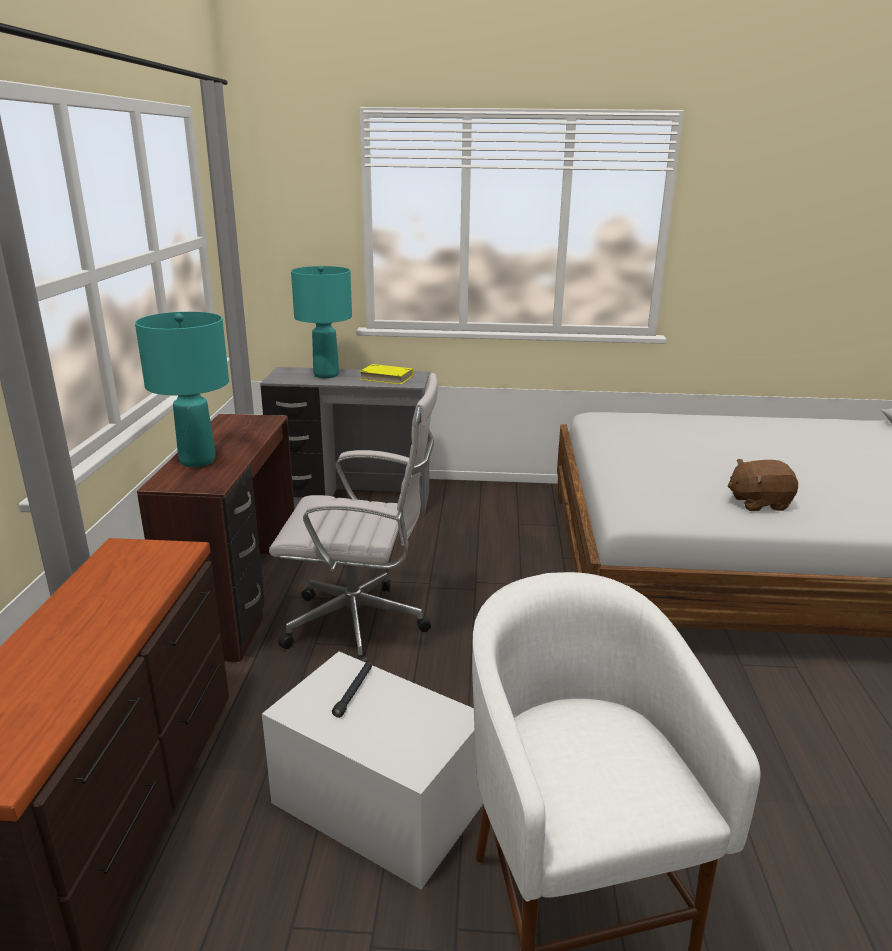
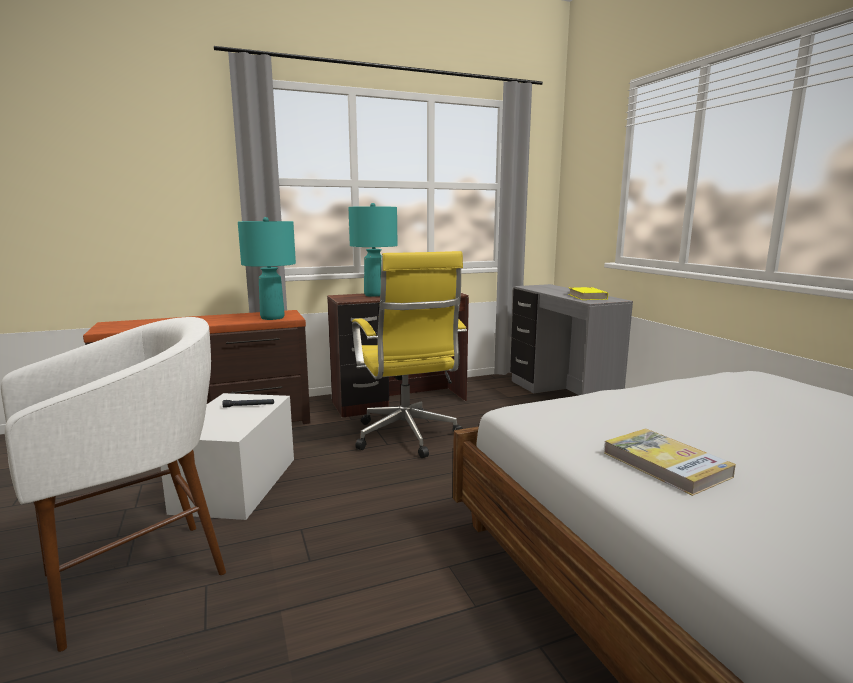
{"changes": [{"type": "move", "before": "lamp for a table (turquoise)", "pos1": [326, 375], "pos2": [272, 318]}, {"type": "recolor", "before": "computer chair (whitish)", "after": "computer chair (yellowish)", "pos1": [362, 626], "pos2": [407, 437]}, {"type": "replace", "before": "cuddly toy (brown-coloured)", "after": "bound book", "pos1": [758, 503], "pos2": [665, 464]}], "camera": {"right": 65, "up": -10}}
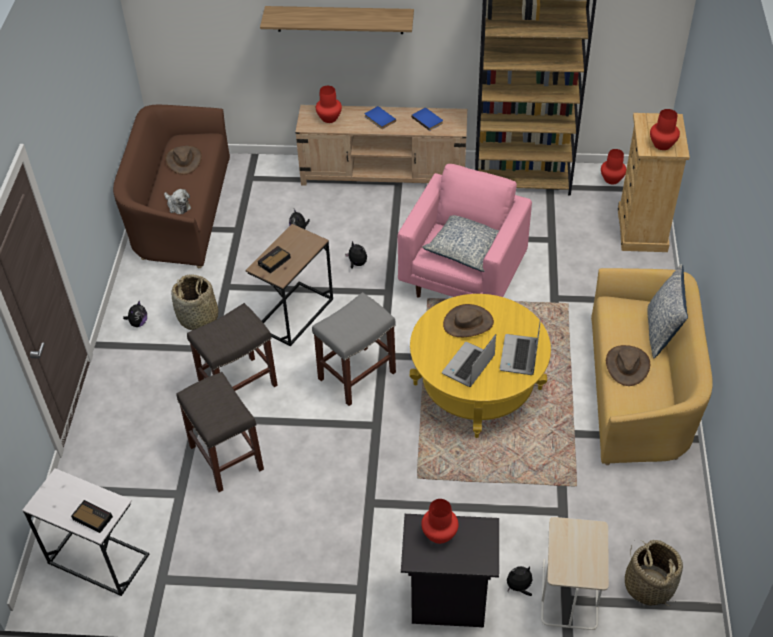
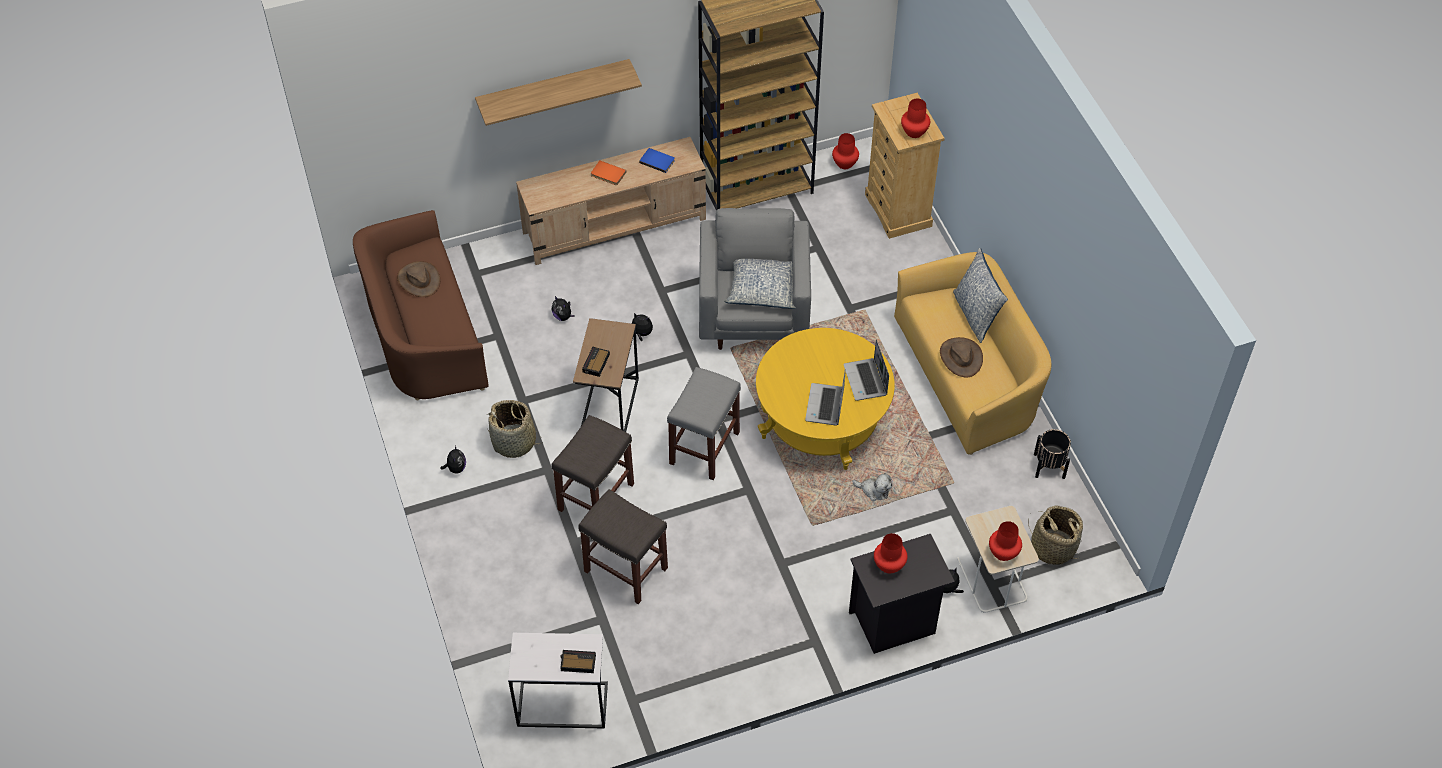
{"changes": [{"type": "move", "before": "flower vase (red-coloured)", "pos1": [329, 118], "pos2": [1004, 553]}, {"type": "recolor", "before": "bound book (bluish)", "after": "bound book (orangey)", "pos1": [379, 119], "pos2": [607, 174]}, {"type": "recolor", "before": "armchair (pink-coloured)", "after": "armchair (gray)", "pos1": [463, 279], "pos2": [754, 316]}, {"type": "move", "before": "cuddly toy", "pos1": [178, 206], "pos2": [874, 491]}, {"type": "delete", "before": "clothing hat (brown-coloured)", "pos1": [468, 323]}, {"type": "insert", "after": "plant pot (black)", "pos2": [1049, 465]}], "camera": {"right": -25, "up": 5}}
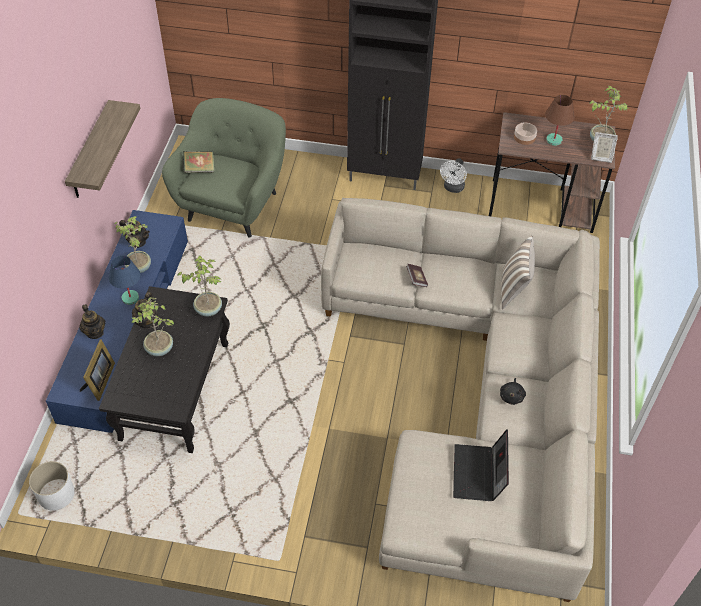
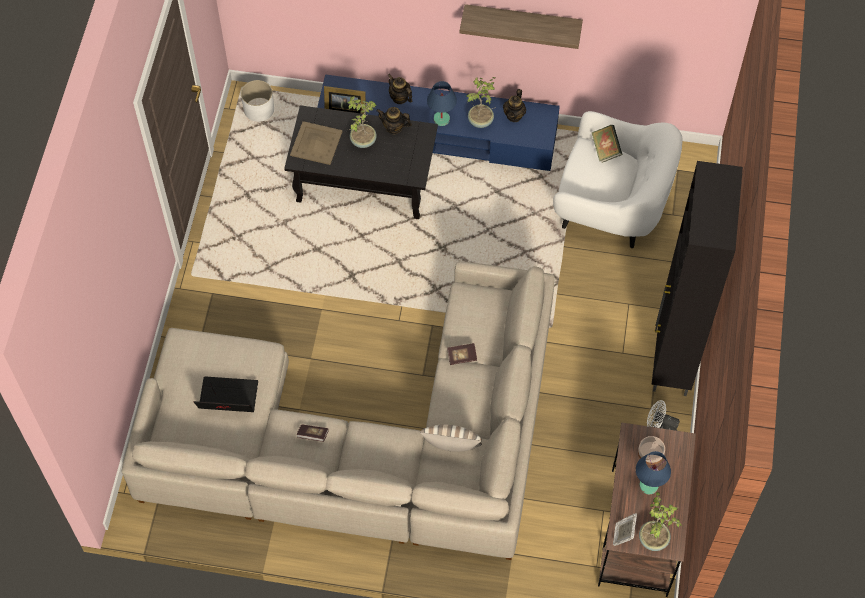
{"changes": [{"type": "recolor", "before": "lamp for a table (brown-coloured)", "after": "lamp for a table (bluish)", "pos1": [553, 140], "pos2": [648, 485]}, {"type": "recolor", "before": "armchair (greenish)", "after": "armchair (whitish)", "pos1": [234, 204], "pos2": [611, 209]}, {"type": "delete", "before": "potted plant", "pos1": [208, 309]}, {"type": "rotate", "before": "teapot", "pos1": [95, 332], "pos2": [400, 98], "turn": 75}, {"type": "replace", "before": "cuddly toy (black)", "after": "bound book", "pos1": [512, 396], "pos2": [313, 435]}, {"type": "insert", "after": "serving tray (beige-coloured)", "pos2": [316, 143]}], "camera": {"right": 90, "up": 10}}
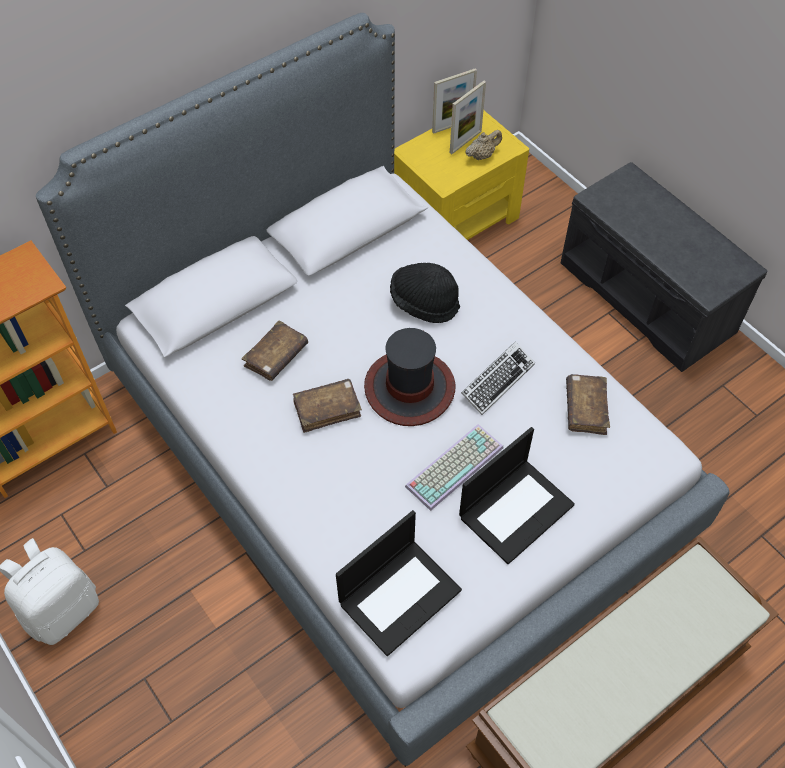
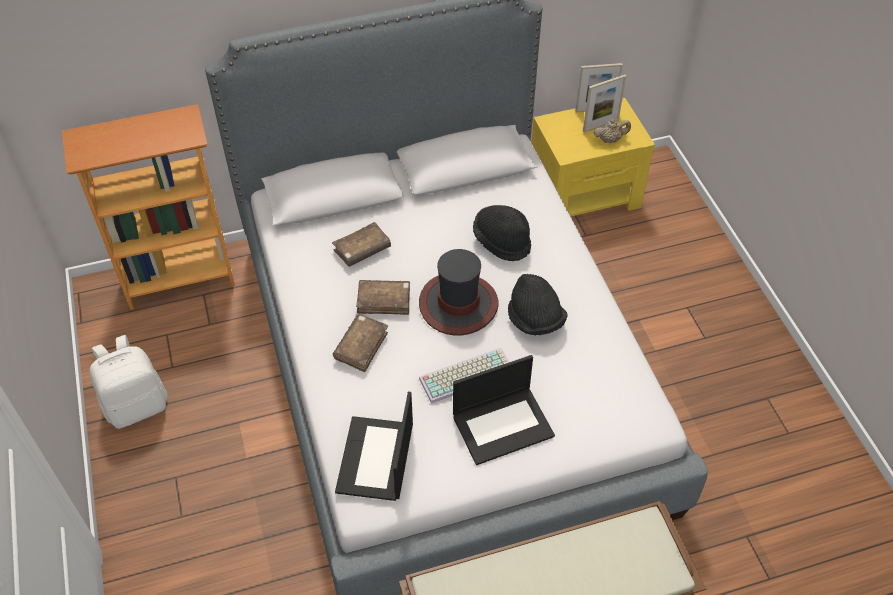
{"changes": [{"type": "delete", "before": "bench (gray)", "pos1": [649, 297]}, {"type": "replace", "before": "computer keyboard", "after": "clothing hat (black)", "pos1": [497, 381], "pos2": [535, 319]}, {"type": "move", "before": "bound book (brown-coloured)", "pos1": [585, 409], "pos2": [361, 347]}, {"type": "rotate", "before": "notebook computer", "pos1": [400, 595], "pos2": [376, 459], "turn": 120}], "camera": {"right": 20, "up": -5}}
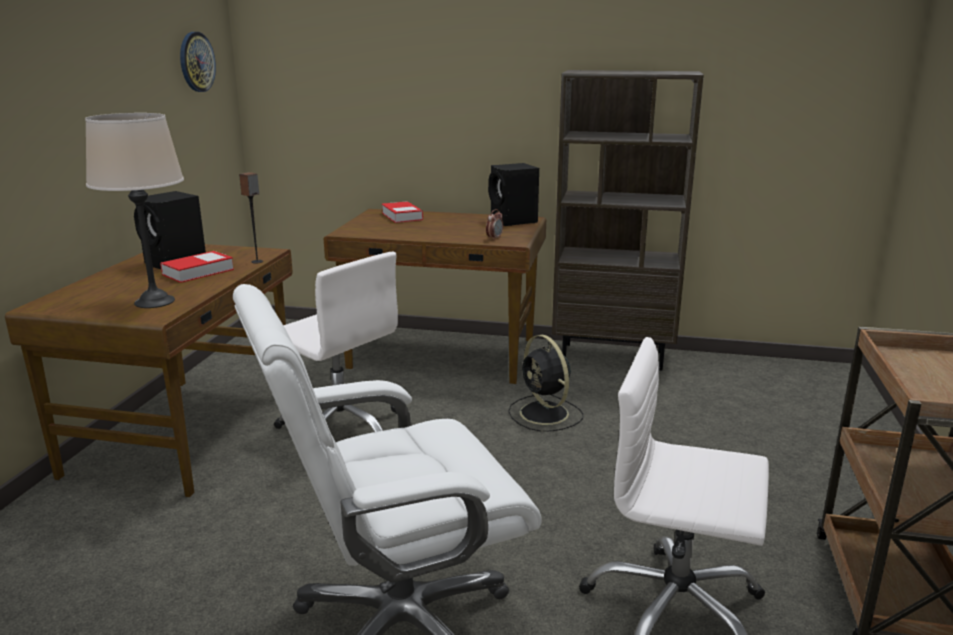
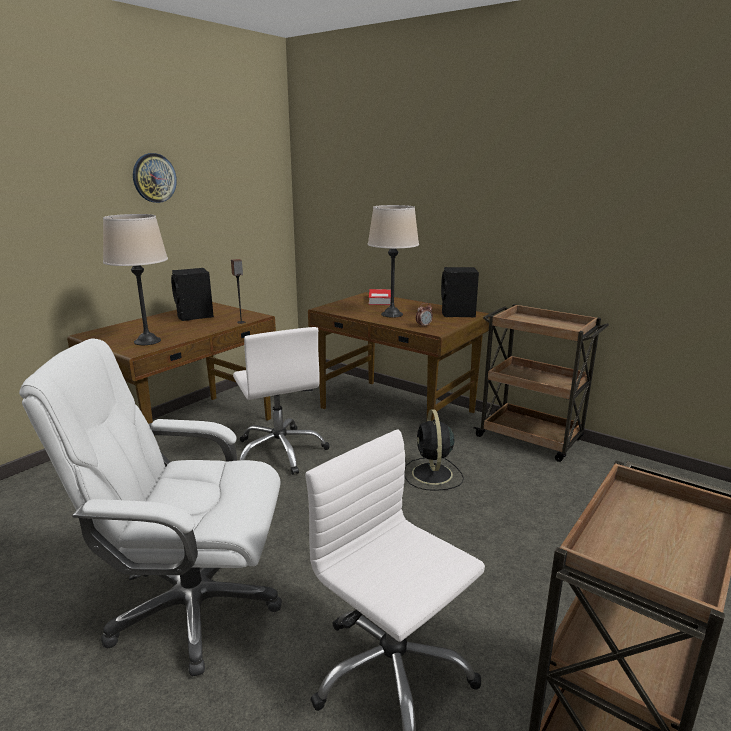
{"changes": [{"type": "move", "before": "wall clock", "pos1": [196, 62], "pos2": [154, 178]}, {"type": "replace", "before": "bookcase (brown-coloured)", "after": "trolley (brown-coloured)", "pos1": [613, 356], "pos2": [531, 438]}, {"type": "delete", "before": "bound book", "pos1": [198, 272]}, {"type": "insert", "after": "lamp for a table (beige-coloured)", "pos2": [391, 314]}], "camera": {"right": 25, "up": 0}}
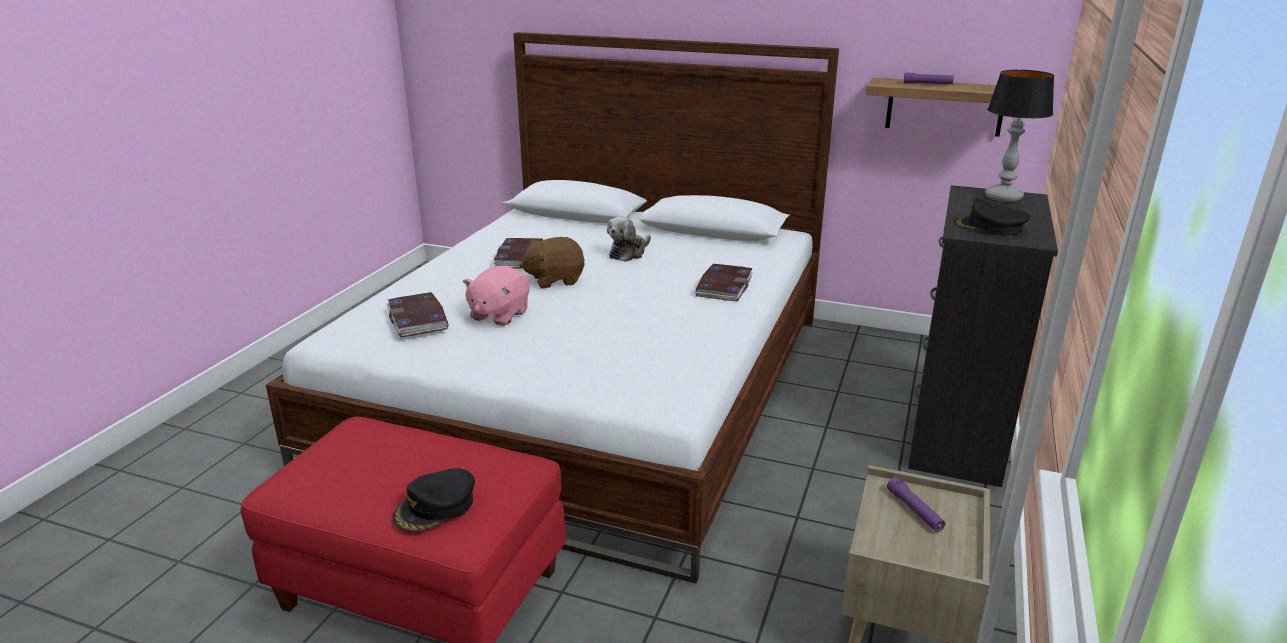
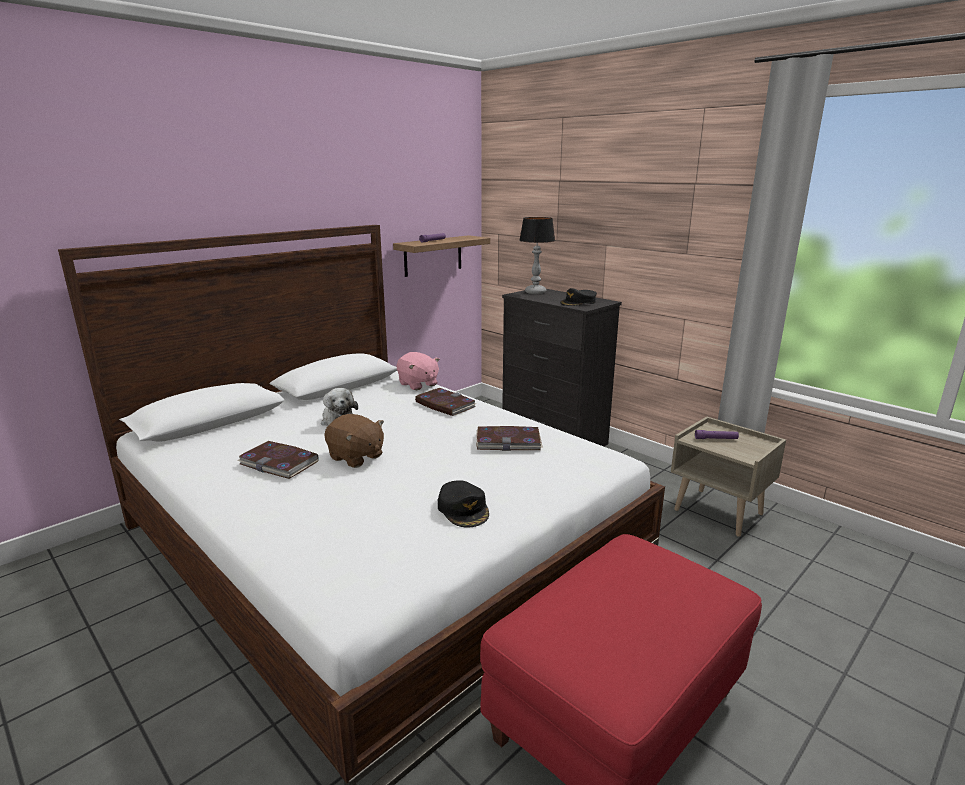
{"changes": [{"type": "rotate", "before": "cuddly toy (brown-coloured)", "pos1": [554, 280], "pos2": [356, 457], "turn": -60}, {"type": "move", "before": "cuddly toy (pink-coloured)", "pos1": [498, 315], "pos2": [418, 384]}, {"type": "move", "before": "bound book", "pos1": [418, 318], "pos2": [508, 441]}, {"type": "move", "before": "cap (black)", "pos1": [436, 507], "pos2": [463, 509]}], "camera": {"right": -65, "up": -5}}
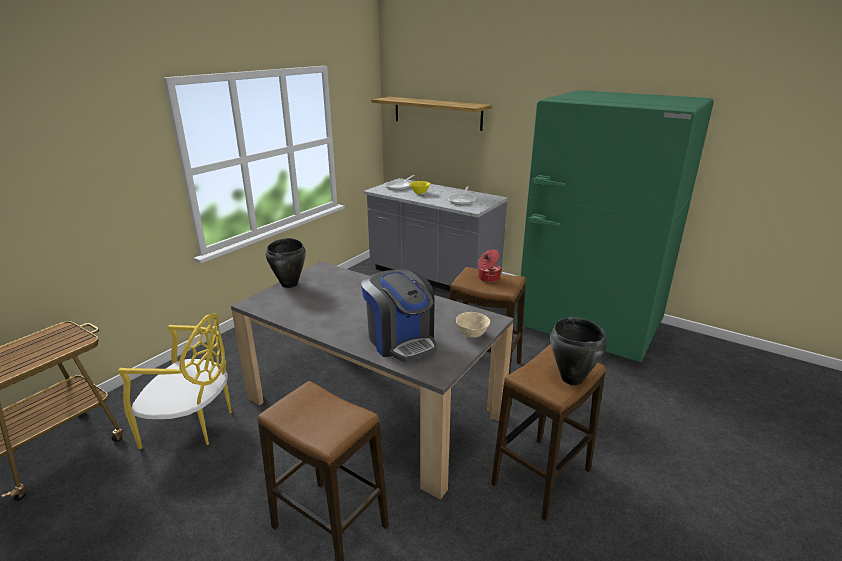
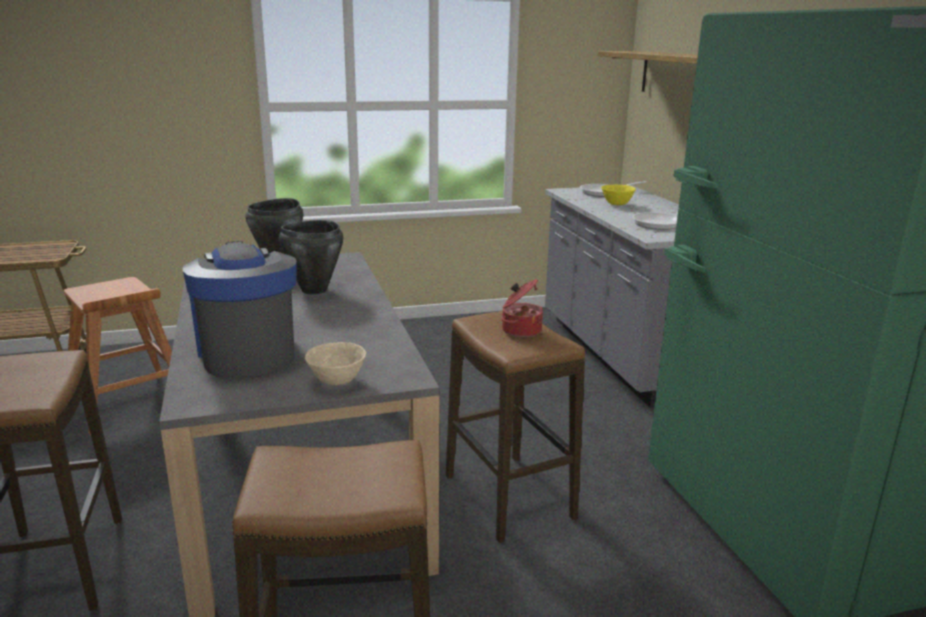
{"changes": [{"type": "rotate", "before": "coffee brewer", "pos1": [401, 340], "pos2": [247, 352], "turn": 150}, {"type": "replace", "before": "plain chair (yellowish)", "after": "stool seat (brown-coloured)", "pos1": [192, 425], "pos2": [128, 401]}, {"type": "move", "before": "cooking pot (black)", "pos1": [571, 379], "pos2": [313, 290]}], "camera": {"right": 40, "up": -5}}
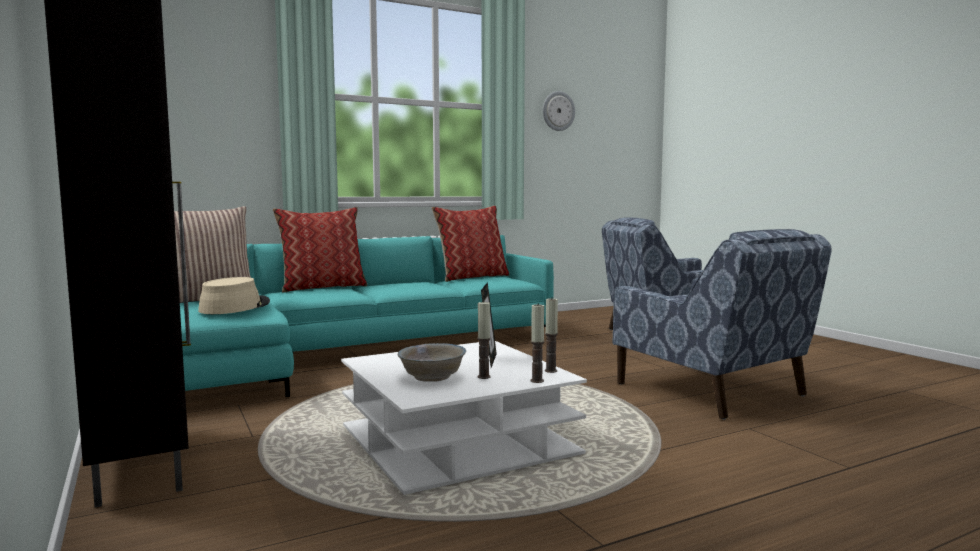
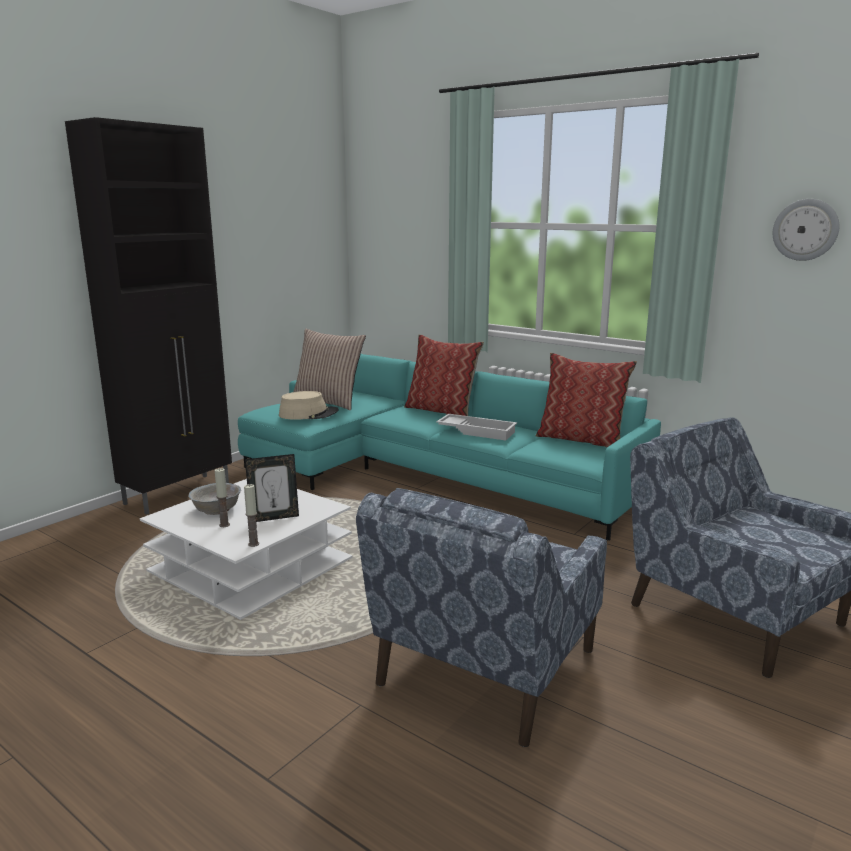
{"changes": [{"type": "delete", "before": "wax light", "pos1": [537, 381]}, {"type": "insert", "after": "serving tray (whitish)", "pos2": [477, 431]}], "camera": {"right": 65, "up": 10}}
